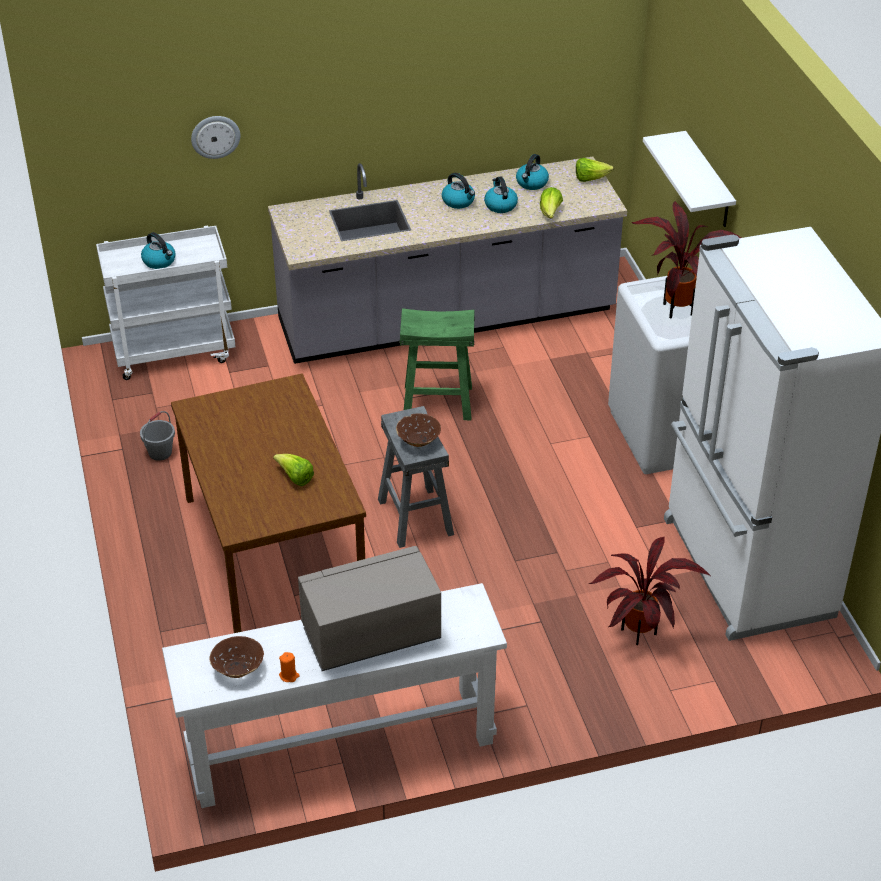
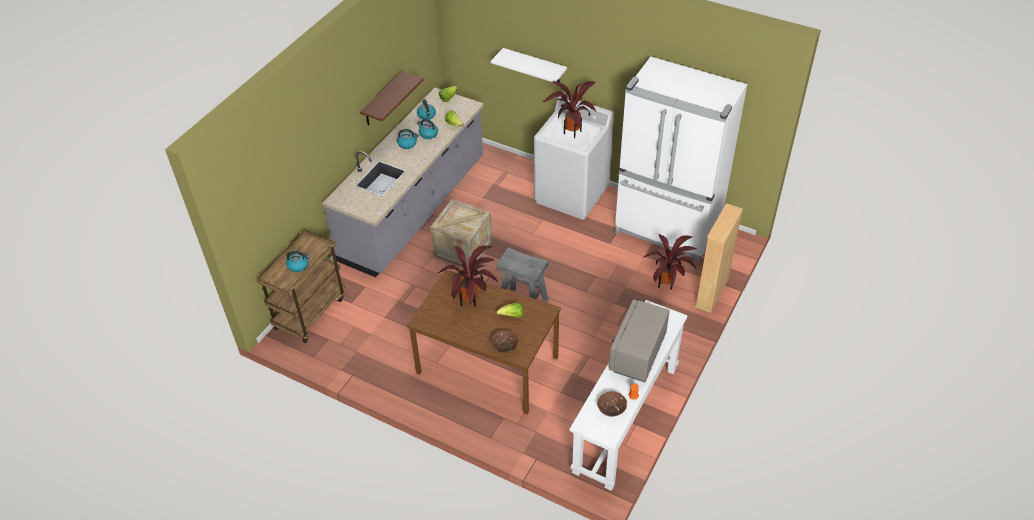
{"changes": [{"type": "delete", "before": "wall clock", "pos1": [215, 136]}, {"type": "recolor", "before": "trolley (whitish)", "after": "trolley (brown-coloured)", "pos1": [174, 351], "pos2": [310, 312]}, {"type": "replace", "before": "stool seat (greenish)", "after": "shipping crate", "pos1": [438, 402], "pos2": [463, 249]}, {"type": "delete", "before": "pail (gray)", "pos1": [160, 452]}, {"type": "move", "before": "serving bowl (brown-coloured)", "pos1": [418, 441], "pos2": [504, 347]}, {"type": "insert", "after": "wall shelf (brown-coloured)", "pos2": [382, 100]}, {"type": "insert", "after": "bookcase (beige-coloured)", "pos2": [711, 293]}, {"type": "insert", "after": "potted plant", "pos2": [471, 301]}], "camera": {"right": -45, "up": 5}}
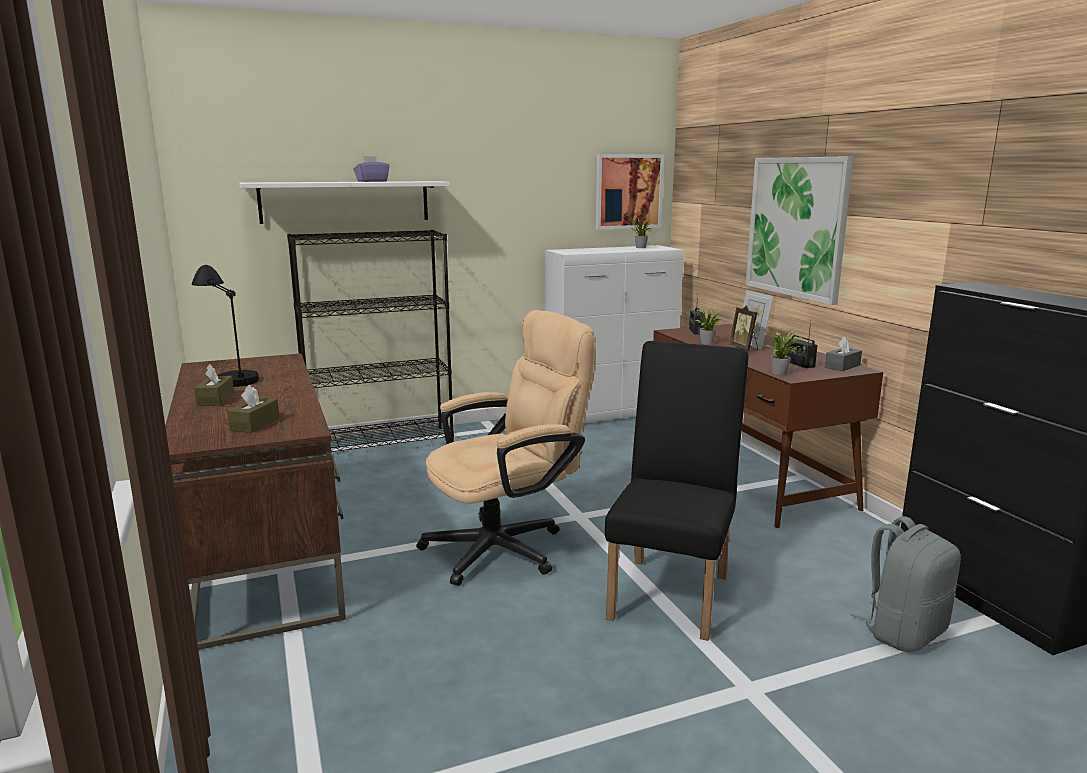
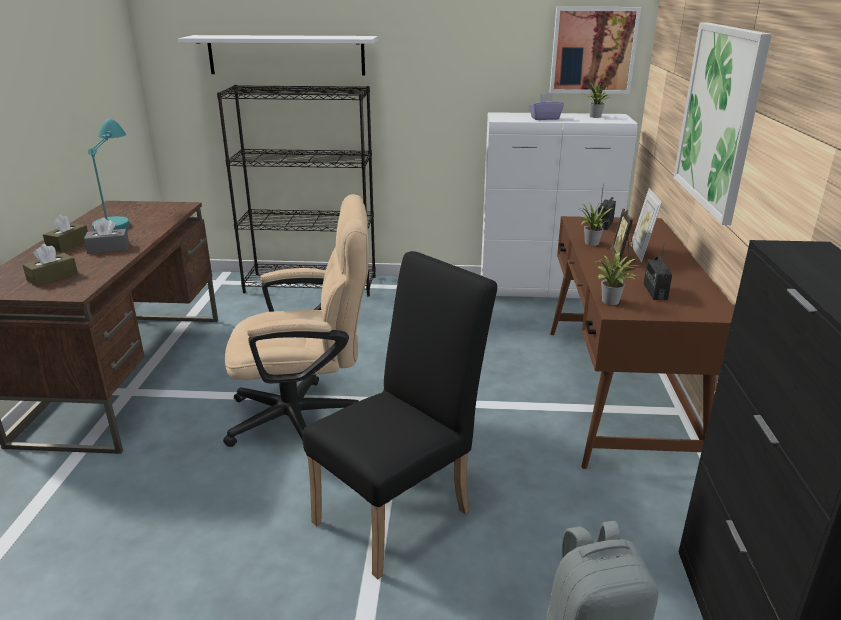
{"changes": [{"type": "move", "before": "box of tissues (purplish)", "pos1": [372, 181], "pos2": [545, 118]}, {"type": "recolor", "before": "lamp for a table (black)", "after": "lamp for a table (turquoise)", "pos1": [228, 374], "pos2": [118, 217]}, {"type": "move", "before": "box of tissues (gray)", "pos1": [842, 366], "pos2": [108, 248]}], "camera": {"right": 25, "up": 10}}
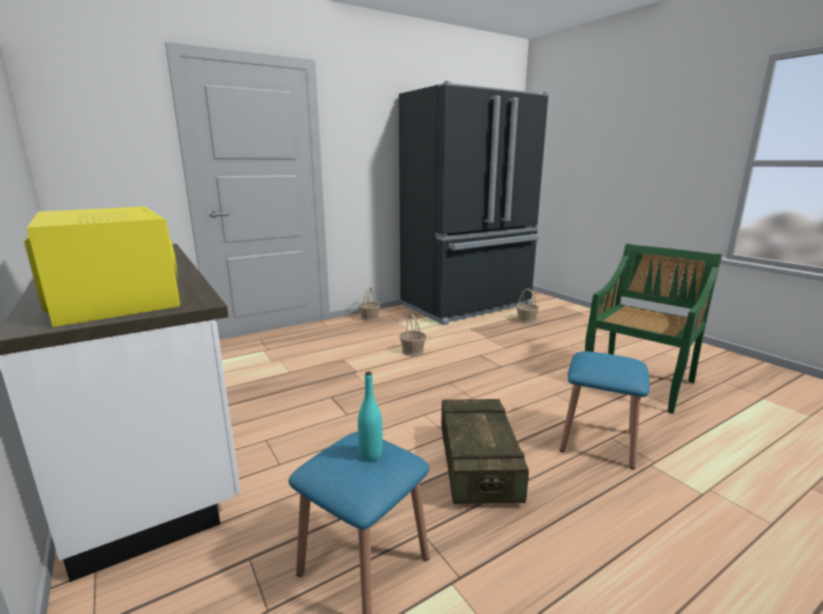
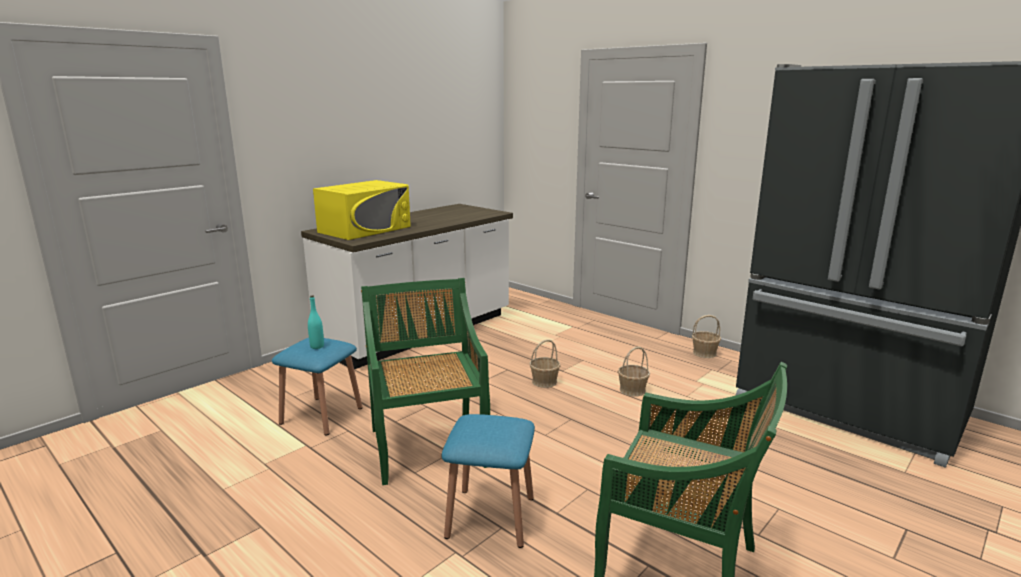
{"changes": [{"type": "move", "before": "household basket", "pos1": [526, 320], "pos2": [544, 382]}, {"type": "replace", "before": "shipping crate", "after": "plain chair (greenish)", "pos1": [478, 465], "pos2": [428, 446]}], "camera": {"right": 75, "up": 0}}
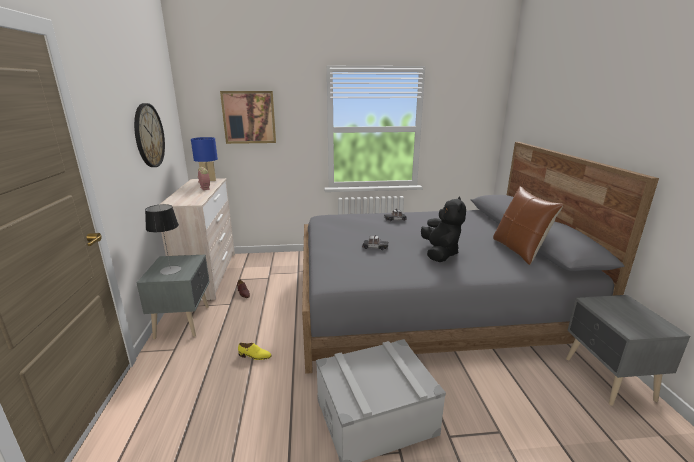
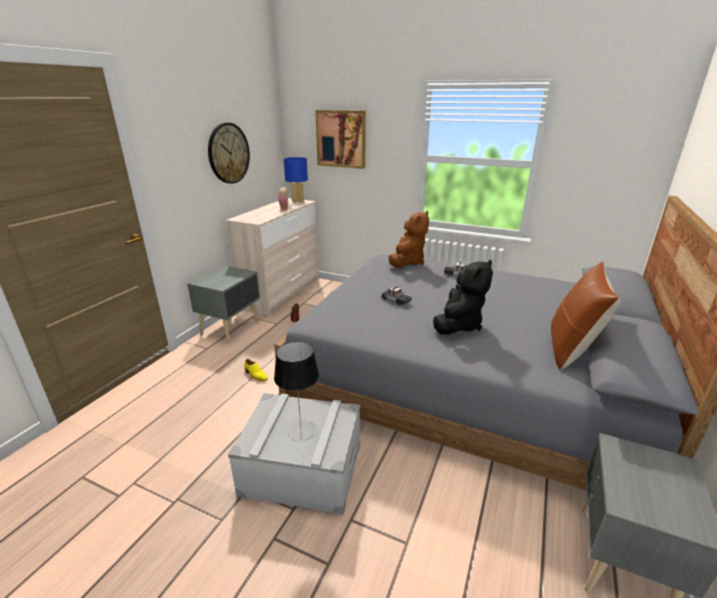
{"changes": [{"type": "move", "before": "lamp for a table", "pos1": [170, 270], "pos2": [301, 431]}, {"type": "insert", "after": "cuddly toy (brown-coloured)", "pos2": [407, 262]}], "camera": {"right": 30, "up": 5}}
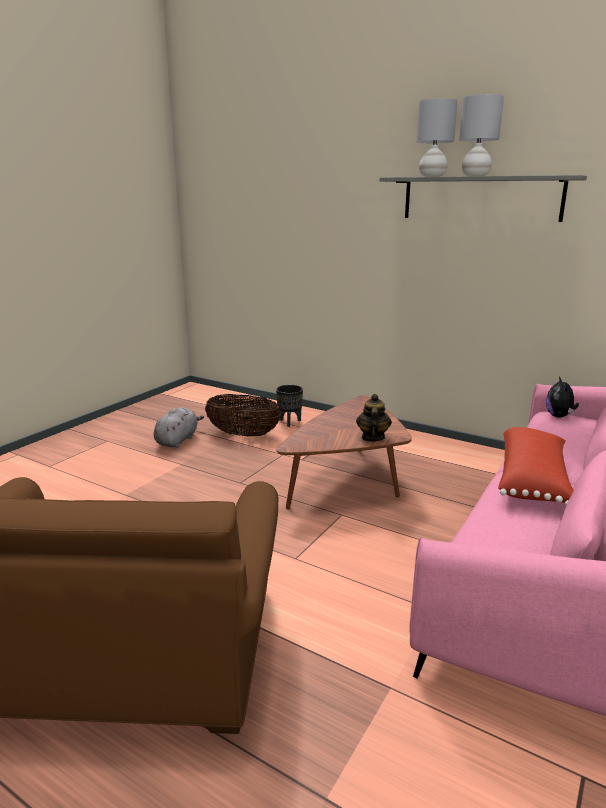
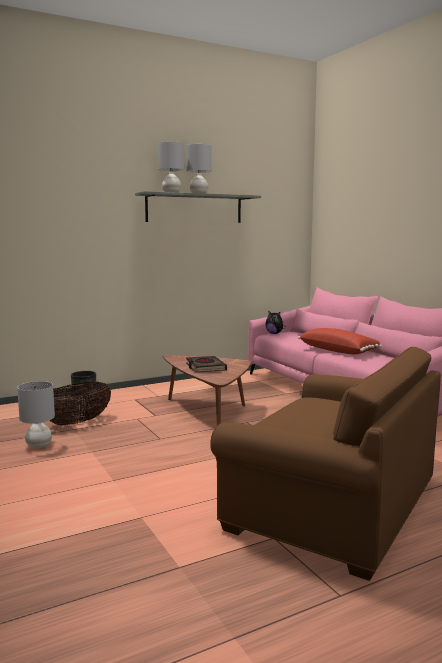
{"changes": [{"type": "delete", "before": "teapot", "pos1": [372, 437]}, {"type": "replace", "before": "cuddly toy (gray)", "after": "lamp for a table (gray)", "pos1": [177, 440], "pos2": [38, 445]}, {"type": "insert", "after": "bound book (black)", "pos2": [205, 367]}], "camera": {"right": -60, "up": -10}}
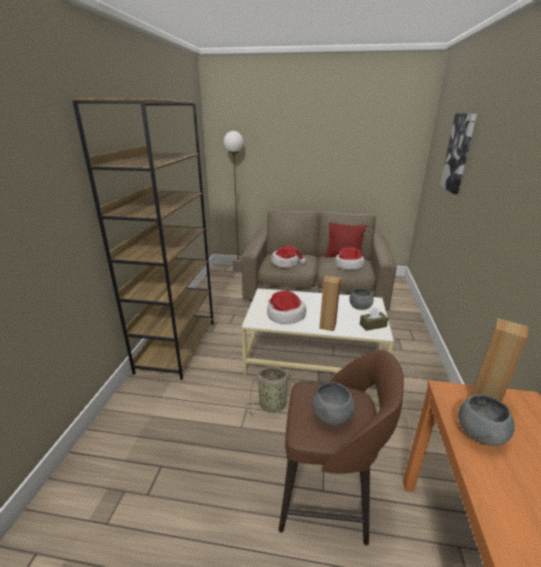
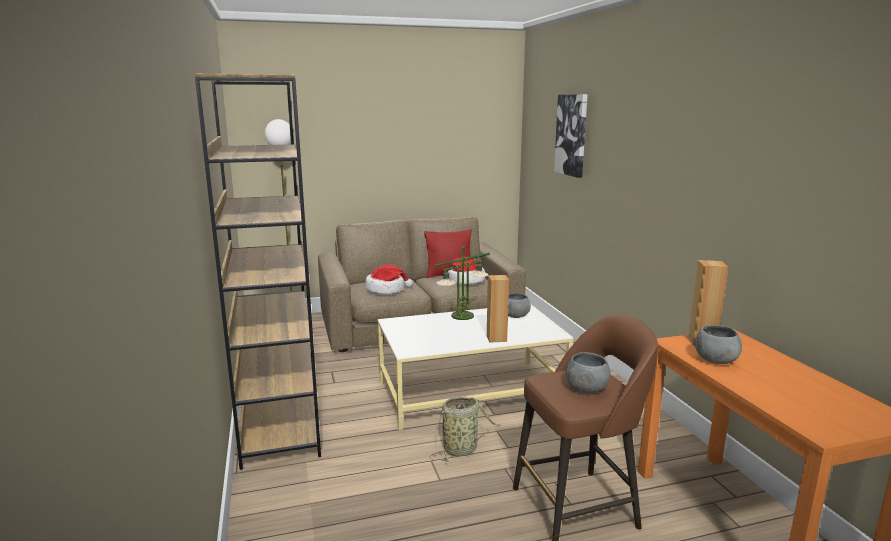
{"changes": [{"type": "delete", "before": "clothing hat", "pos1": [285, 315]}, {"type": "delete", "before": "box of tissues (brown-coloured)", "pos1": [373, 325]}, {"type": "insert", "after": "lamp for a table", "pos2": [462, 316]}], "camera": {"right": -25, "up": -10}}
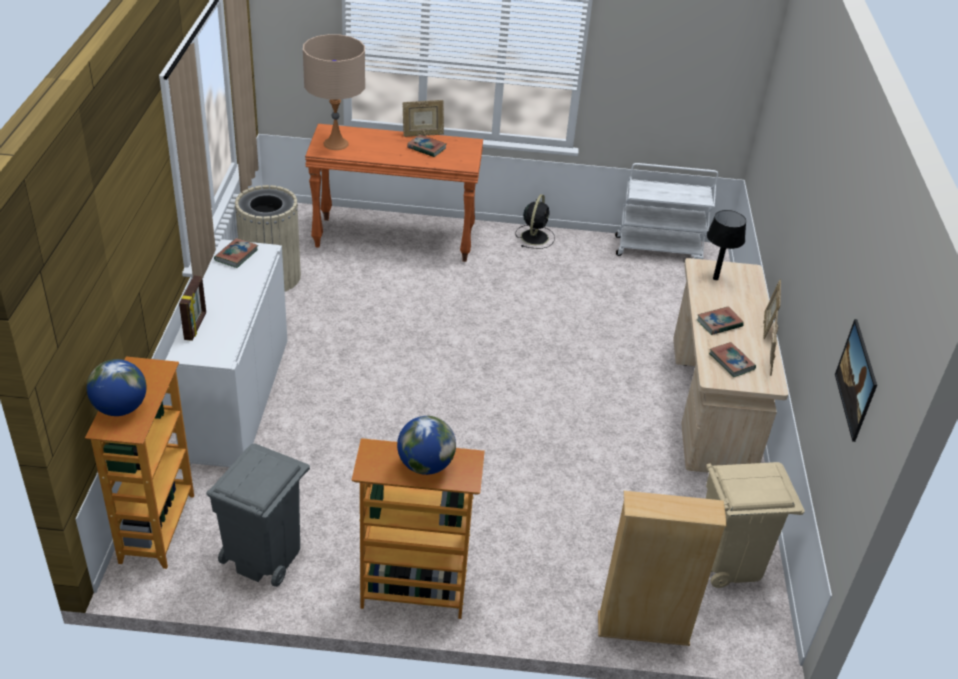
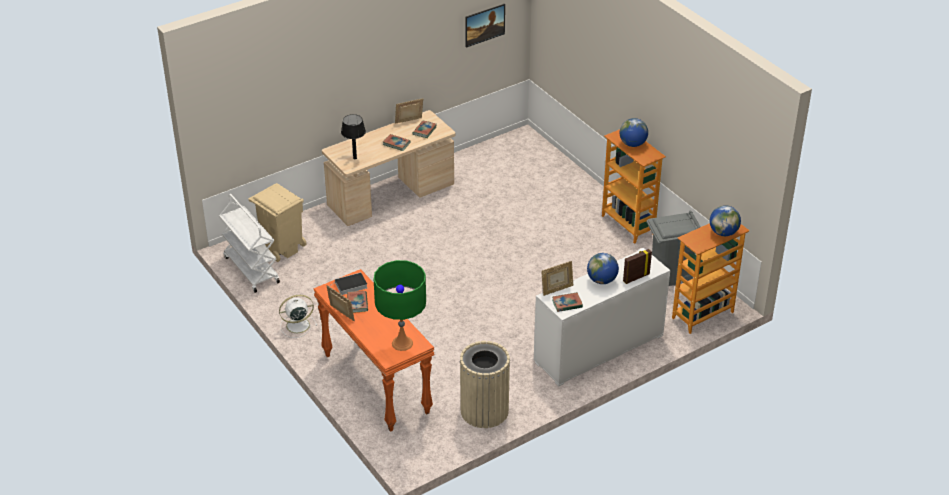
{"changes": [{"type": "recolor", "before": "lamp for a table (beige-coloured)", "after": "lamp for a table (greenish)", "pos1": [336, 143], "pos2": [402, 343]}, {"type": "recolor", "before": "electric fan (black)", "after": "electric fan (whitish)", "pos1": [535, 236], "pos2": [297, 325]}, {"type": "move", "before": "standing frame", "pos1": [767, 326], "pos2": [557, 290]}, {"type": "move", "before": "trash can (beige-coloured)", "pos1": [729, 560], "pos2": [281, 248]}, {"type": "delete", "before": "bookcase (beige-coloured)", "pos1": [643, 629]}, {"type": "insert", "after": "globe", "pos2": [602, 280]}, {"type": "insert", "after": "bound book", "pos2": [350, 286]}], "camera": {"right": -125, "up": 0}}
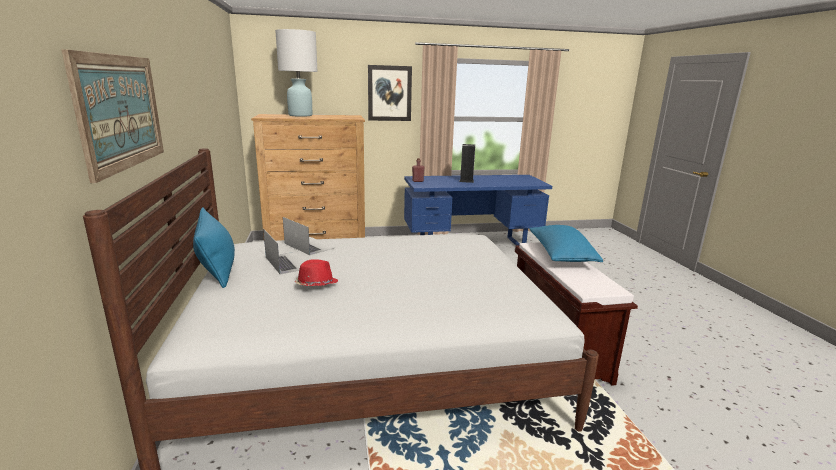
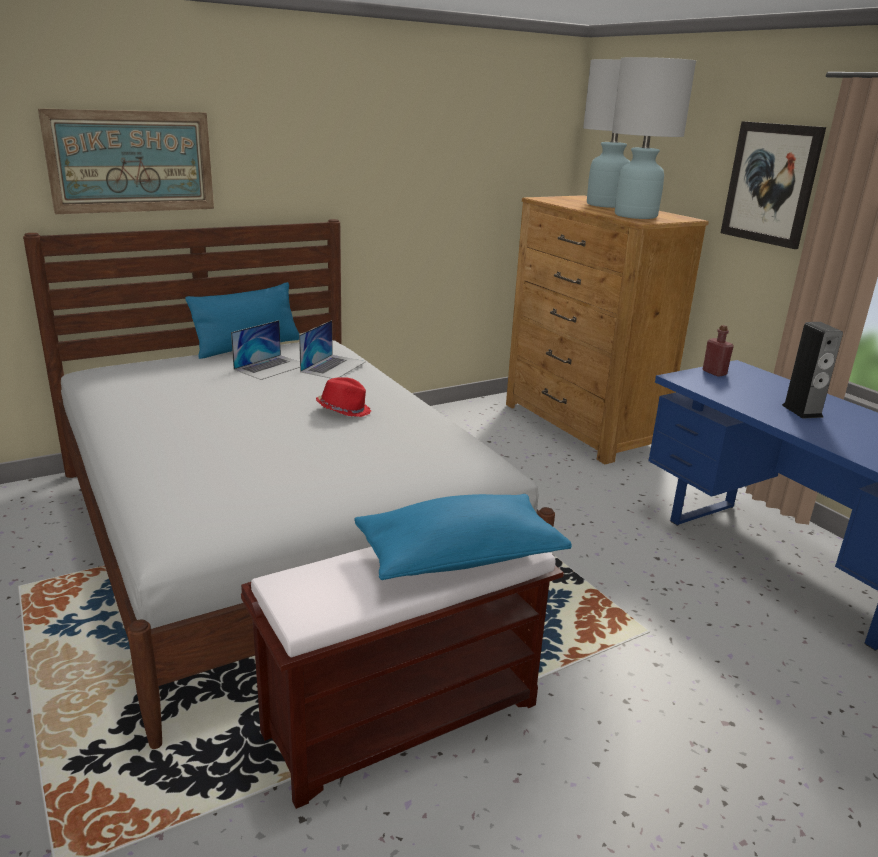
{"changes": [{"type": "move", "before": "clothing hat (red-coloured)", "pos1": [316, 285], "pos2": [344, 410]}, {"type": "insert", "after": "lamp for a table (whitish)", "pos2": [635, 216]}], "camera": {"right": 70, "up": 5}}
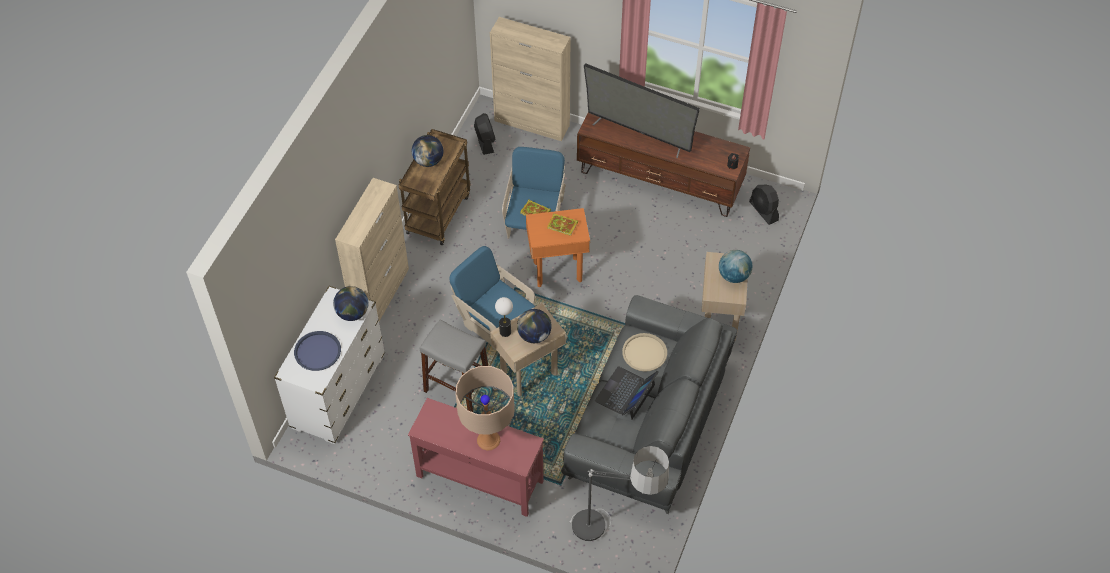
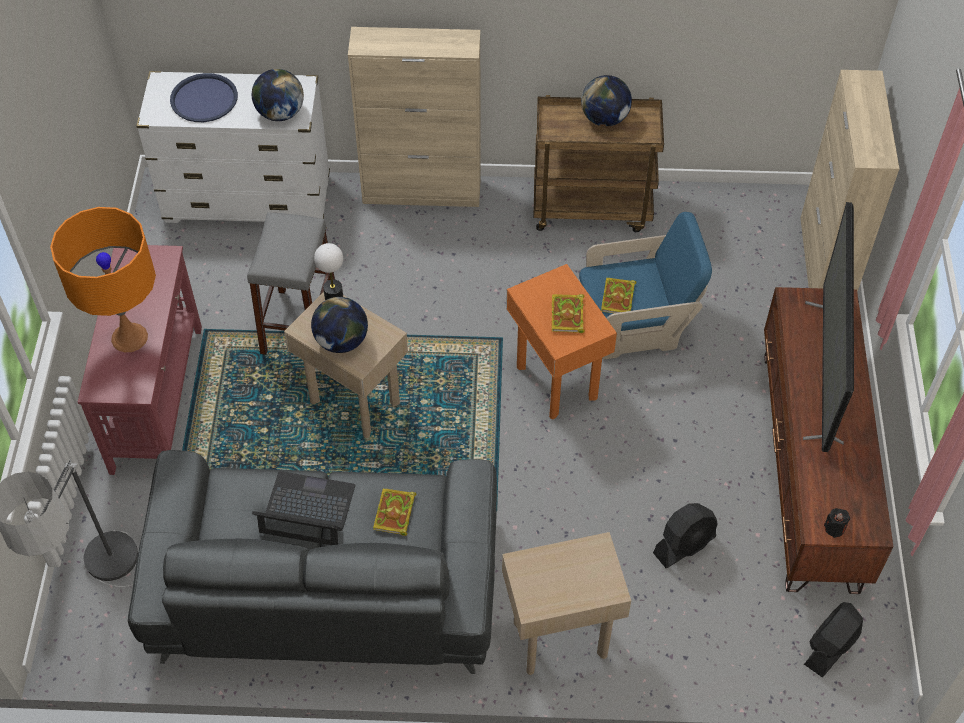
{"changes": [{"type": "move", "before": "electric fan (black)", "pos1": [485, 141], "pos2": [684, 545]}, {"type": "delete", "before": "armchair (bluish)", "pos1": [495, 323]}, {"type": "delete", "before": "globe", "pos1": [734, 276]}, {"type": "replace", "before": "serving tray (beige-coloured)", "after": "bound book", "pos1": [644, 353], "pos2": [395, 514]}, {"type": "recolor", "before": "lamp for a table (beige-coloured)", "after": "lamp for a table (orangey)", "pos1": [488, 440], "pos2": [129, 337]}], "camera": {"right": 70, "up": 0}}
